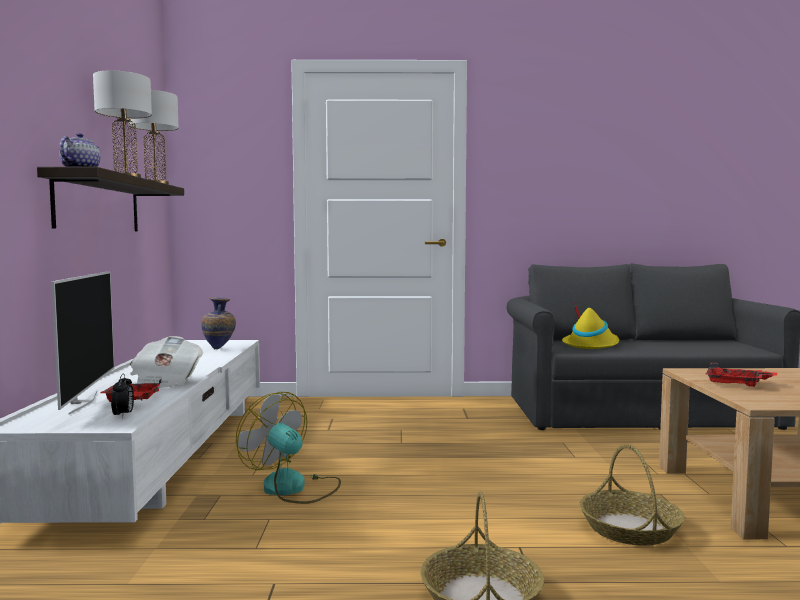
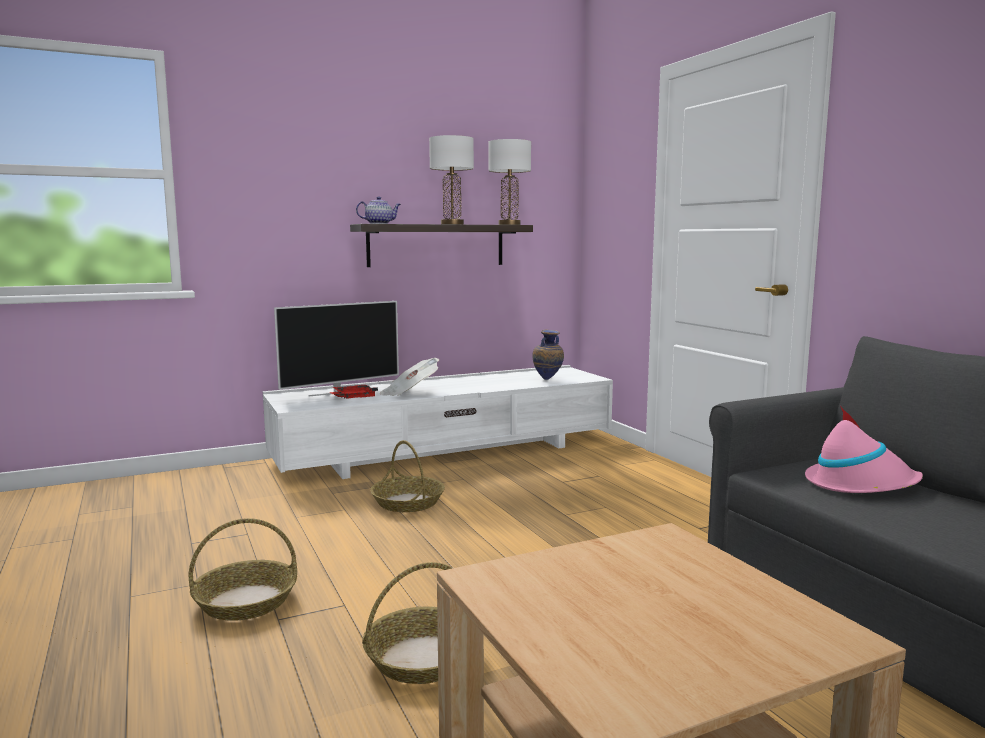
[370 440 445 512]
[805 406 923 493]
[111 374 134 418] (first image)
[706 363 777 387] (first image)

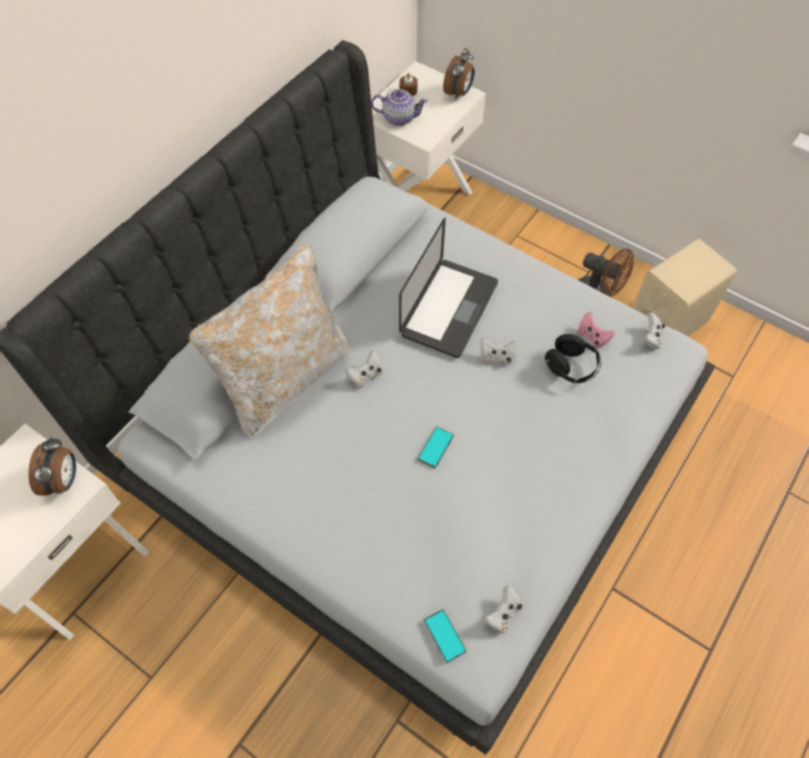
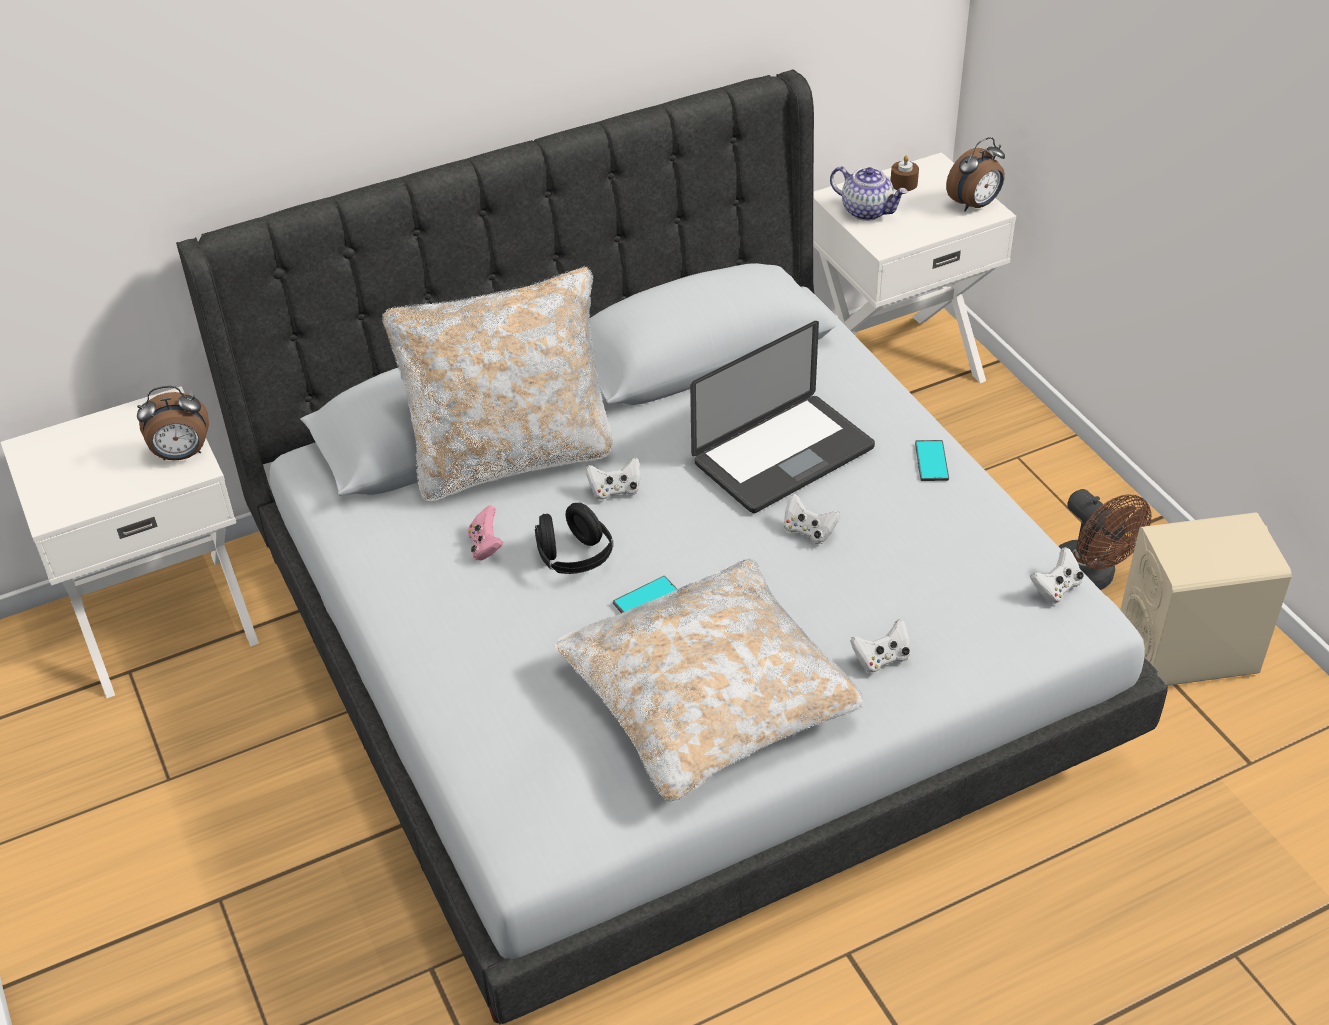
[137 386 209 460]
[468 505 503 560]
[535 503 614 574]
[555 559 864 802]
[850 619 910 673]
[915 440 949 481]

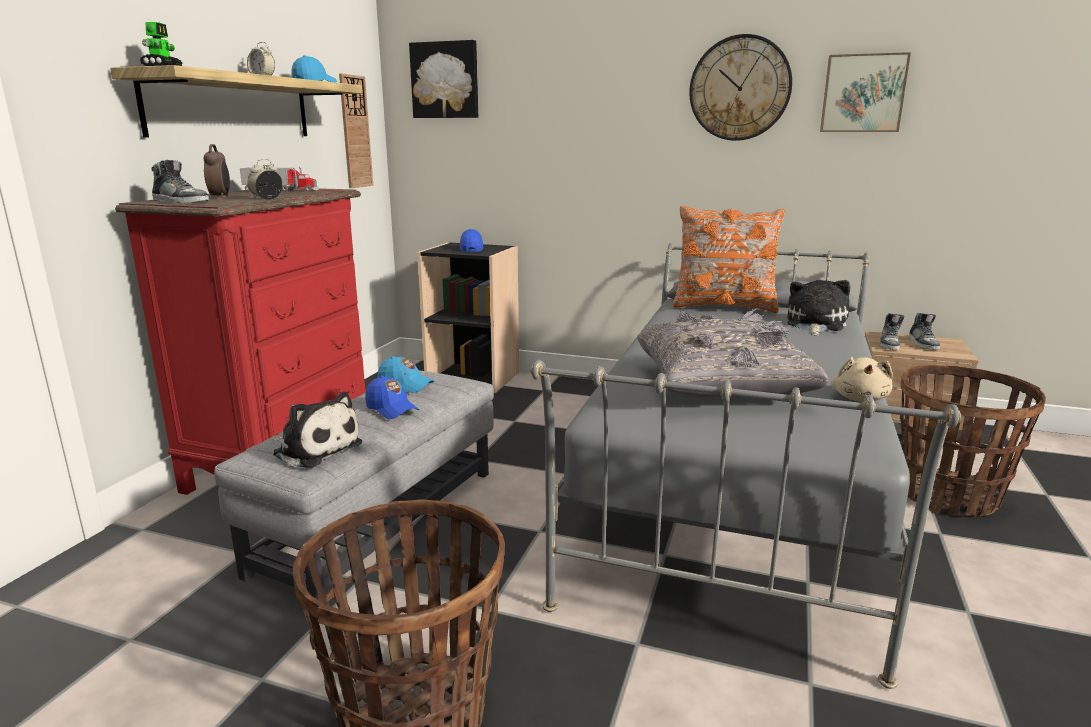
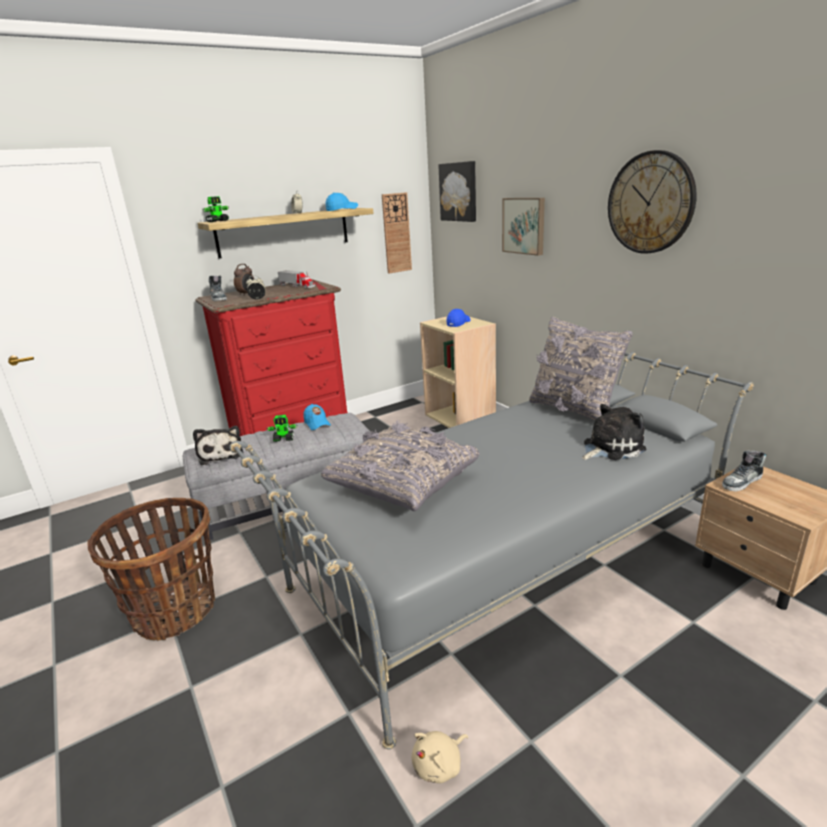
[266 415 298 442]
[412 731 468 783]
[420 317 496 428]
[502 198 545 256]
[529 317 633 421]
[900 364 1046 517] (first image)
[909 313 940 350] (first image)

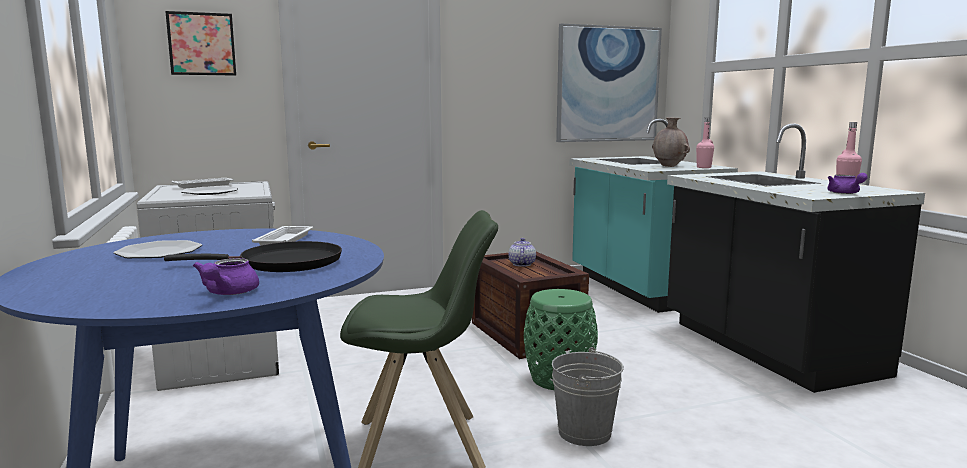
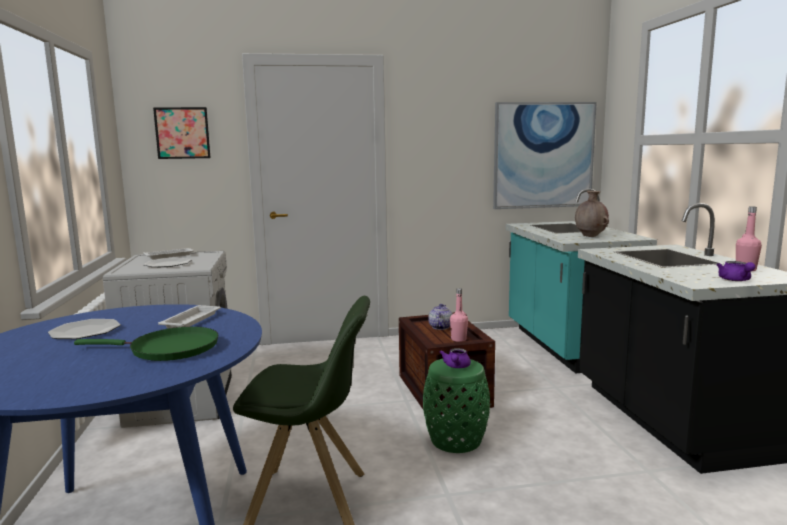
[74 327 218 361]
[440 348 471 368]
[450 288 468 342]
[552 347 624 446] (first image)

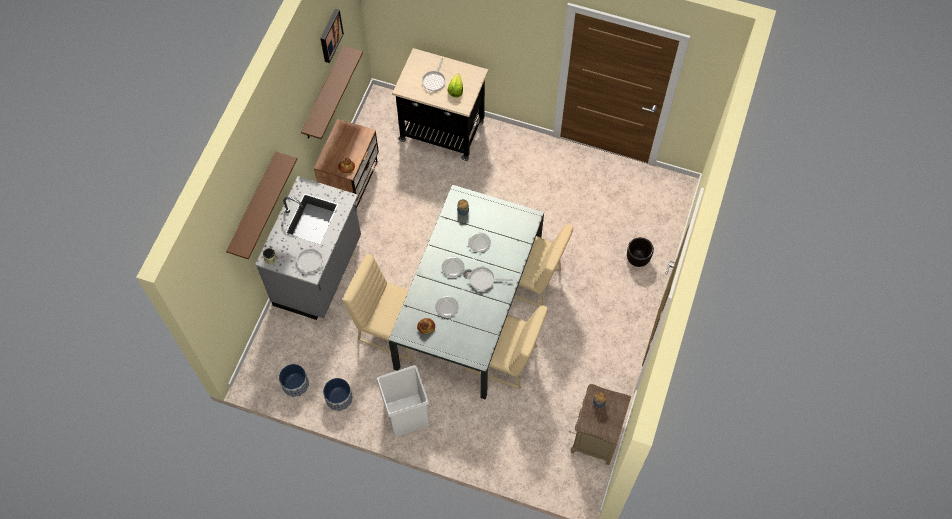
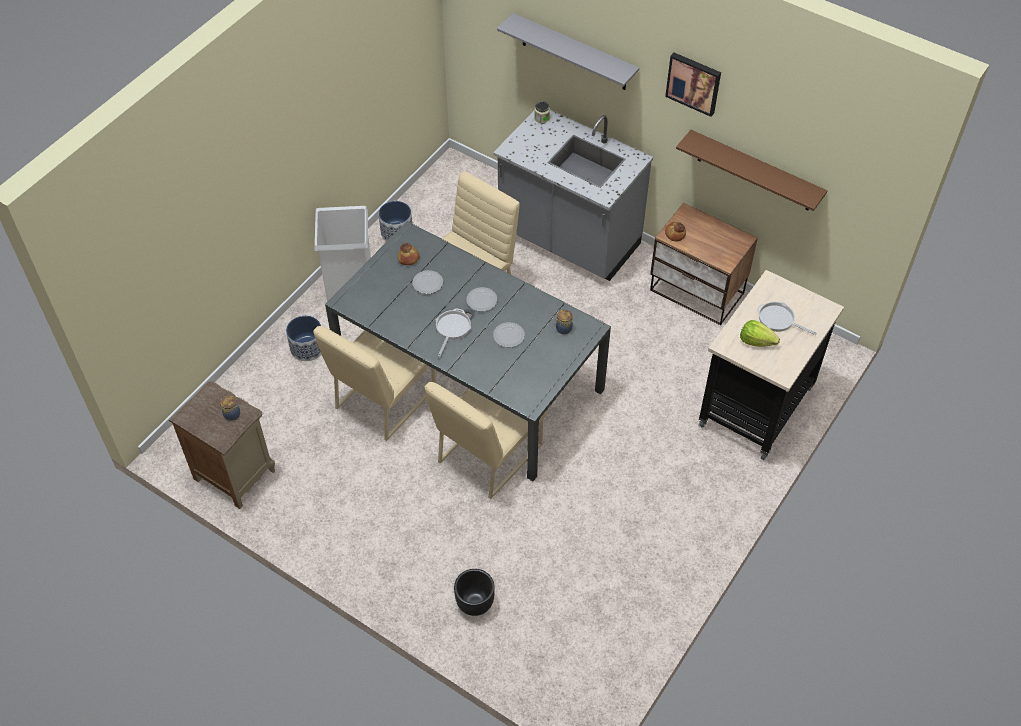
[286 315 322 361]
[497 13 639 90]
[665 53 721 117]
[280 248 325 273] (first image)

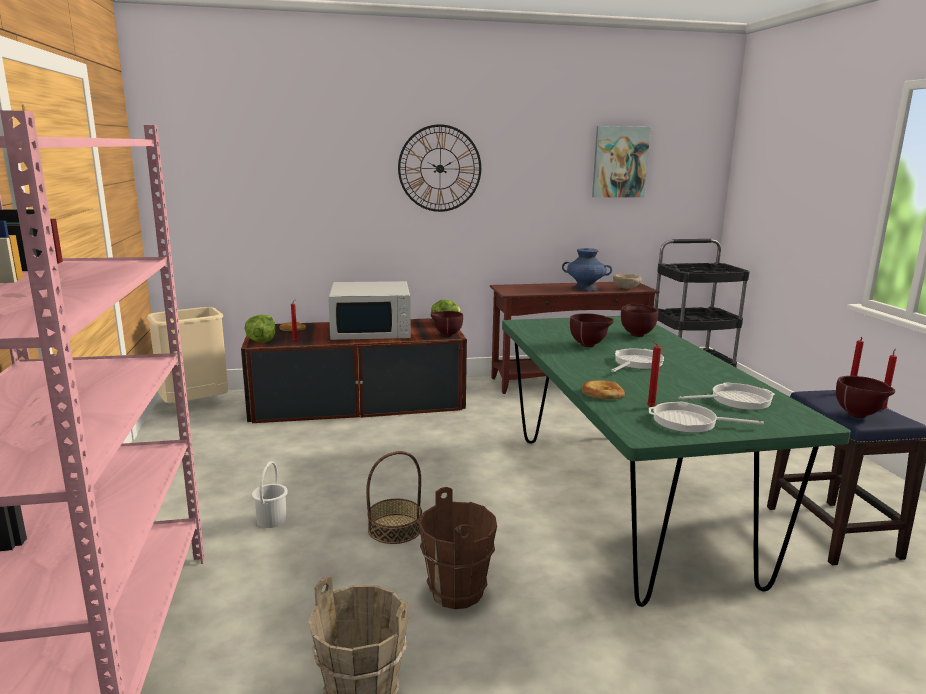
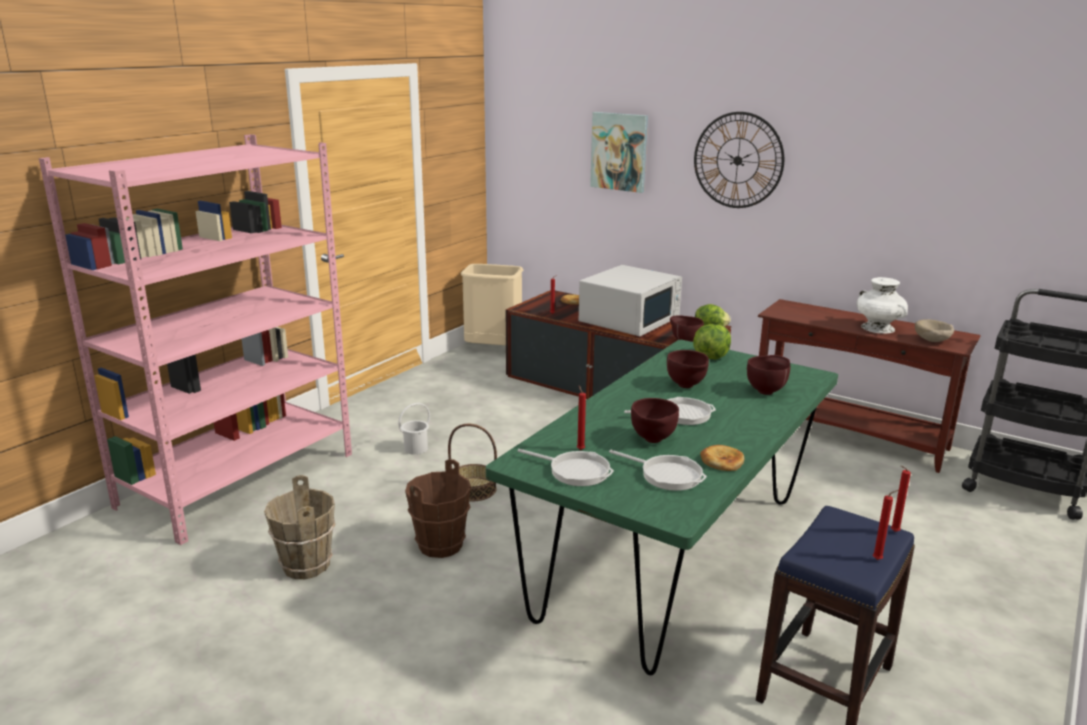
[518 449 614 486]
[579 265 682 337]
[590 112 648 193]
[631 398 679 443]
[693 324 731 359]
[700 445 744 471]
[857 277 908 334]

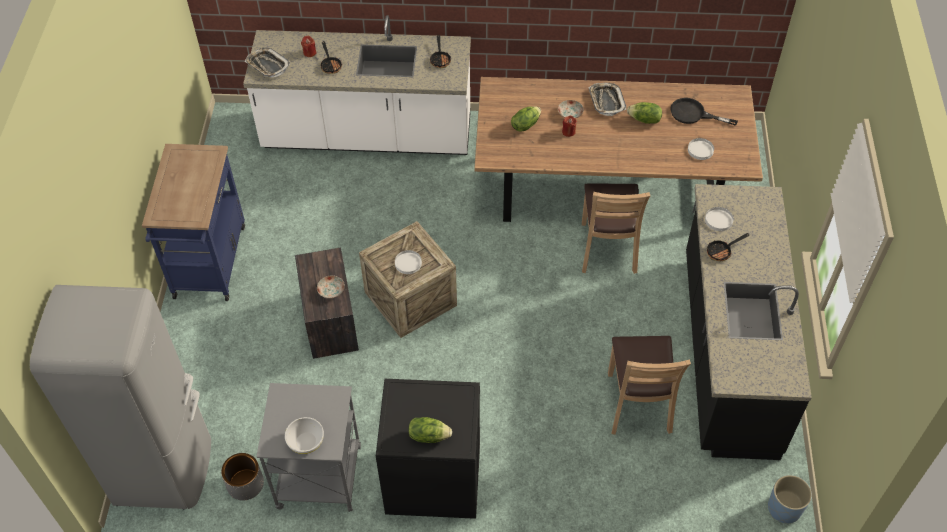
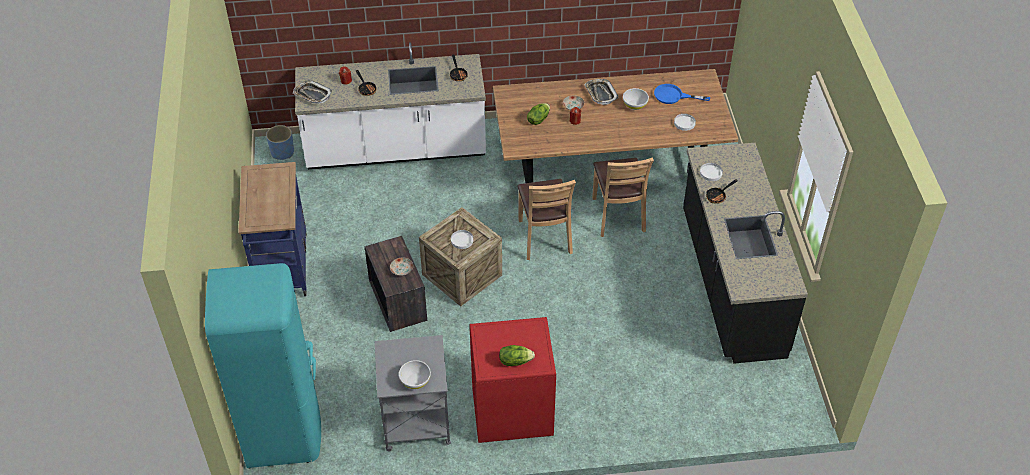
[205 263 321 469]
[266 125 294 160]
[469 317 556 443]
[517 179 576 260]
[623 88 649 110]
[654 84 710 104]
[221 453 264 501] (first image)

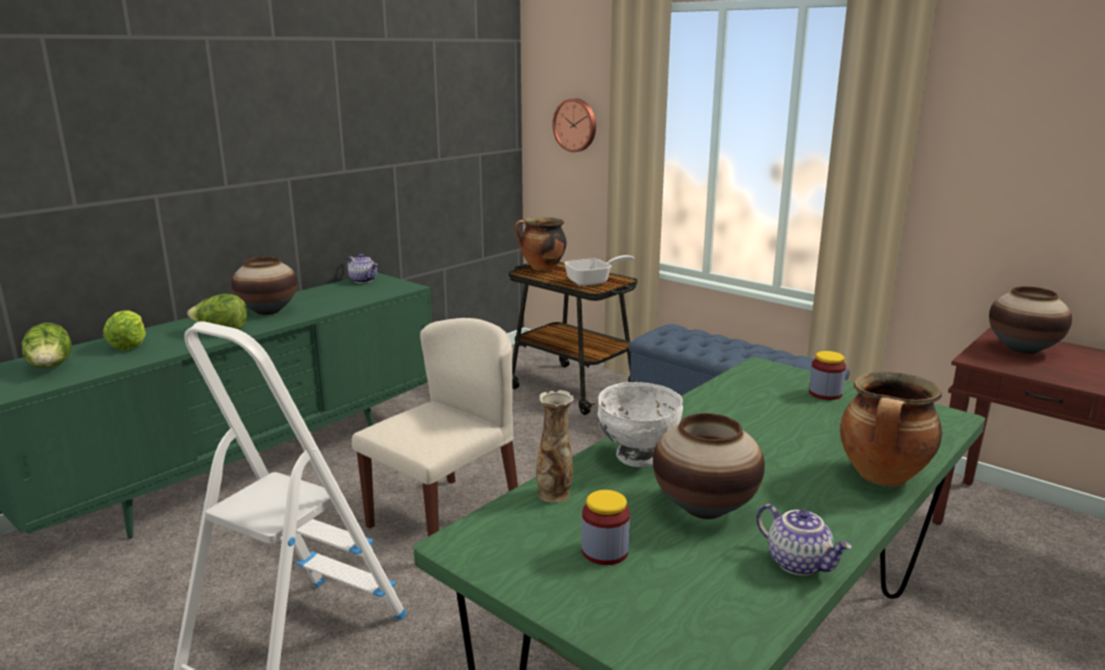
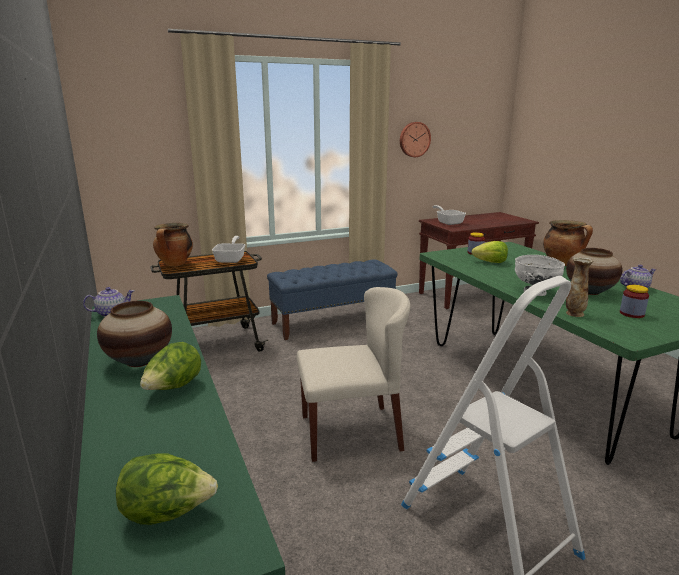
[296 287 410 462]
[400 122 431 157]
[433 205 466 225]
[471 241 508 263]

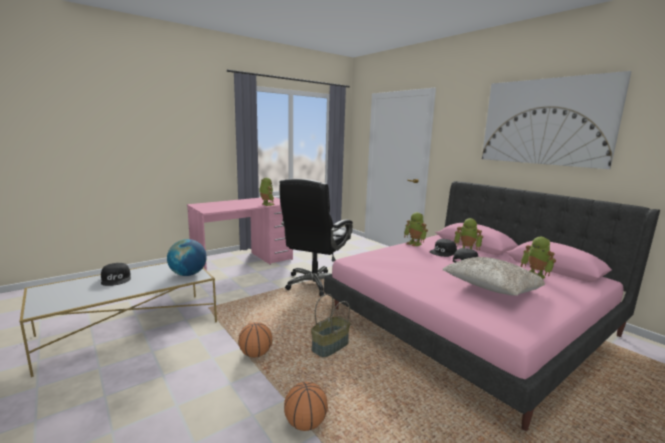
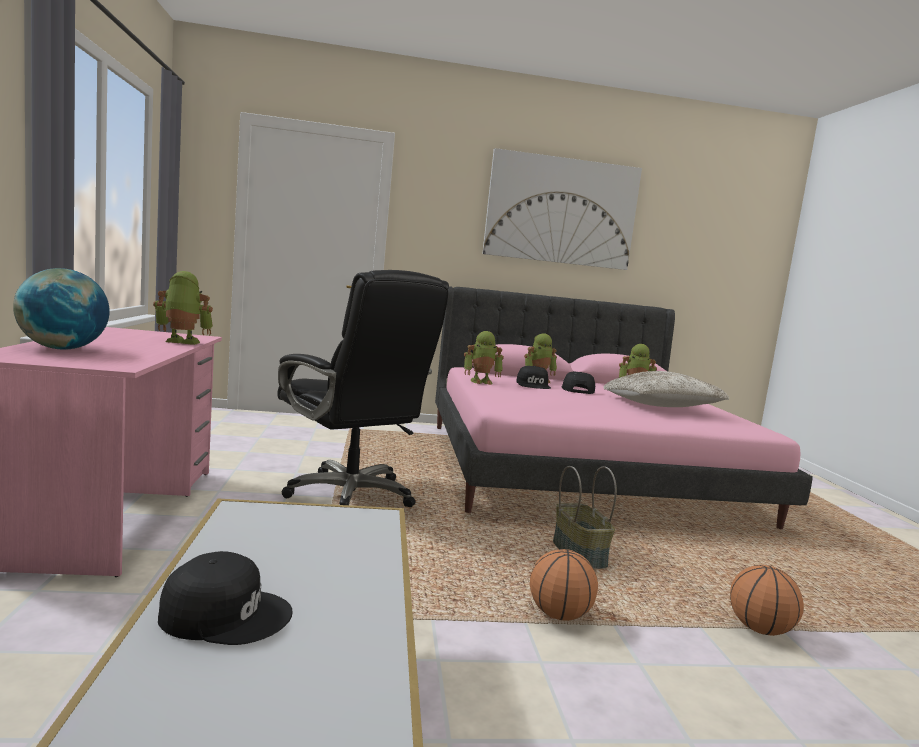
[13 268 110 350]

